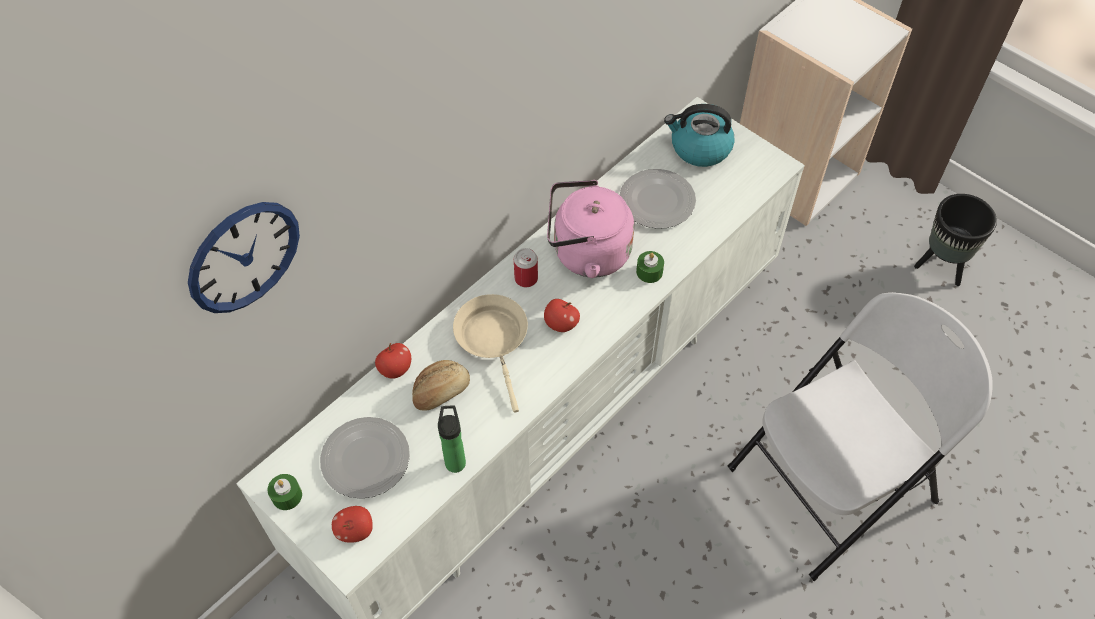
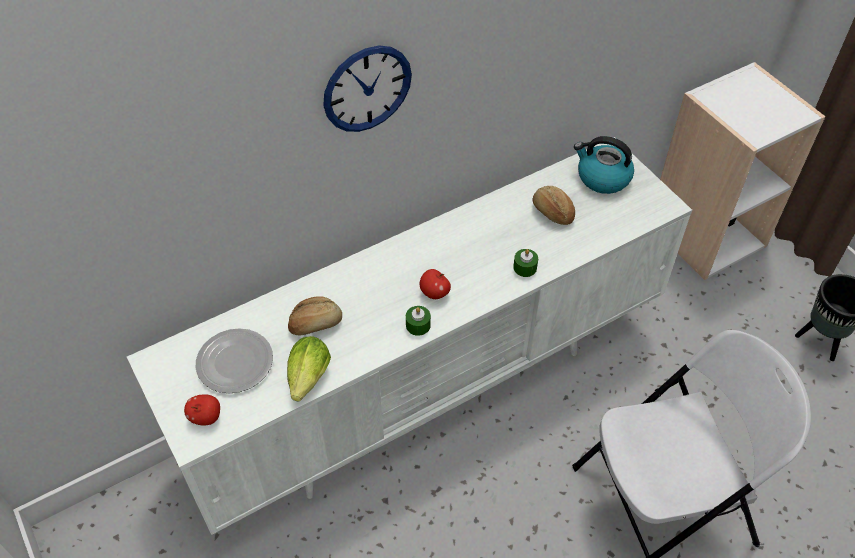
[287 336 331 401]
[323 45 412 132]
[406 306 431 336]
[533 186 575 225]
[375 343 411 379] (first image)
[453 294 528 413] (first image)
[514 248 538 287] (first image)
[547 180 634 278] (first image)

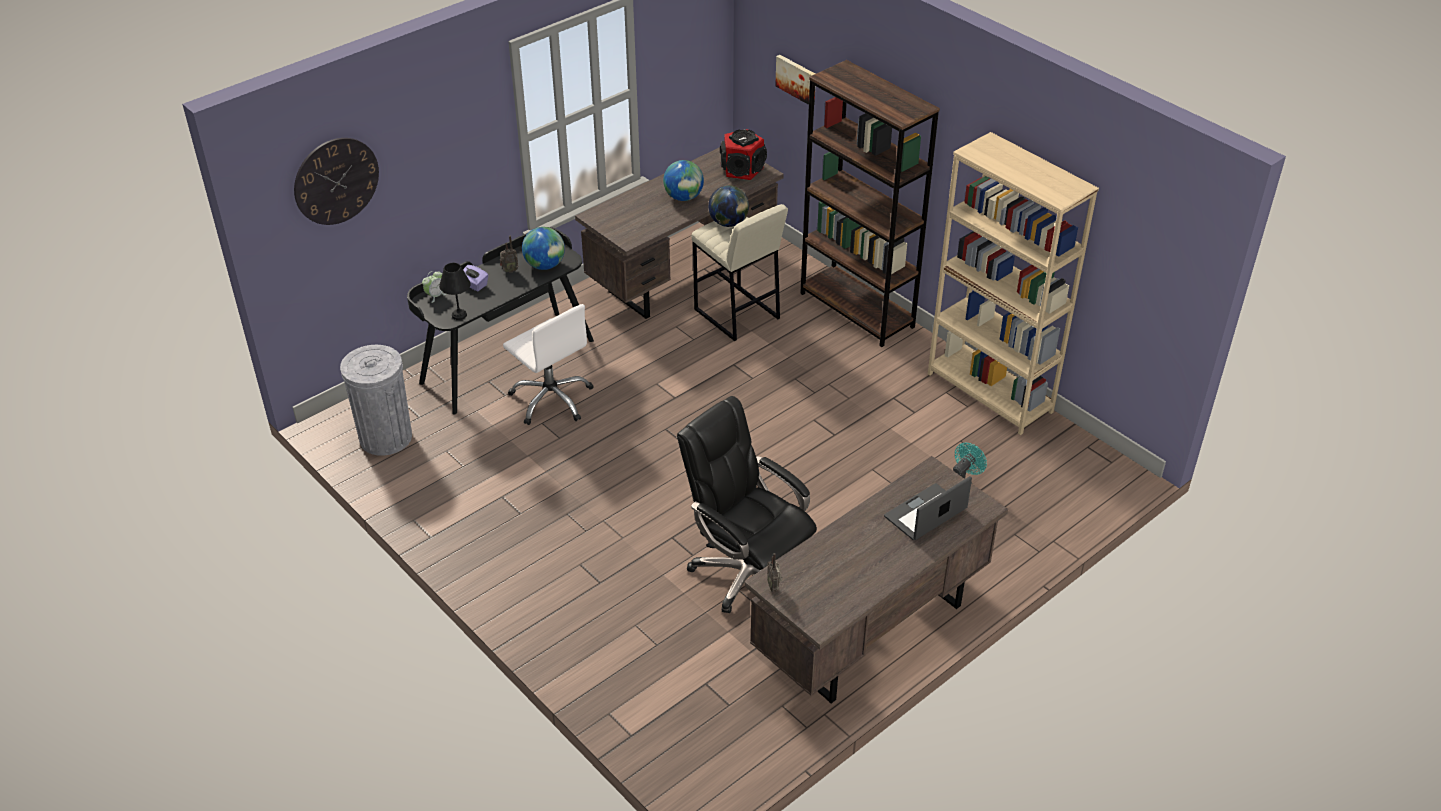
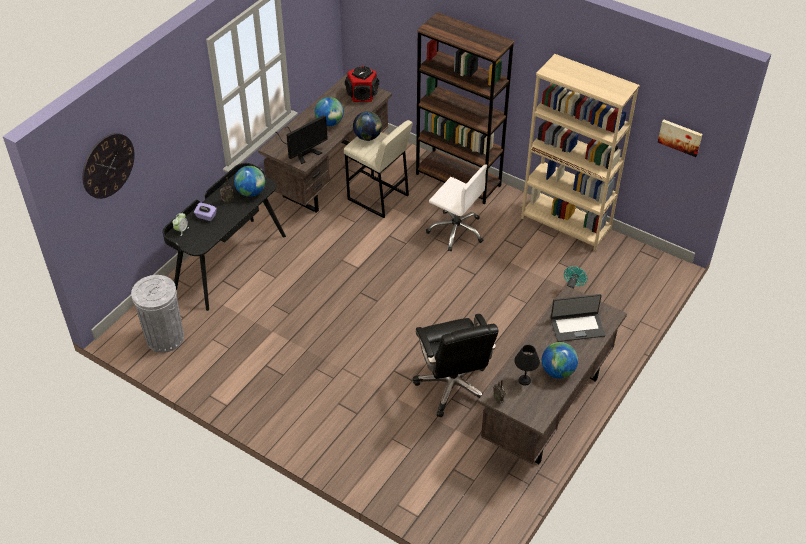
[276 115 328 164]
[413 314 498 417]
[426 165 487 252]
[515 345 540 386]
[542 342 578 379]
[551 294 605 342]
[658 120 702 157]

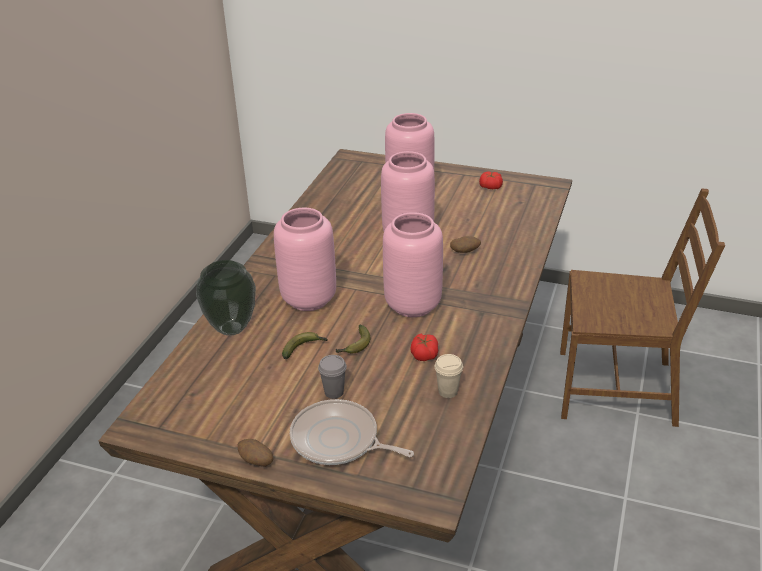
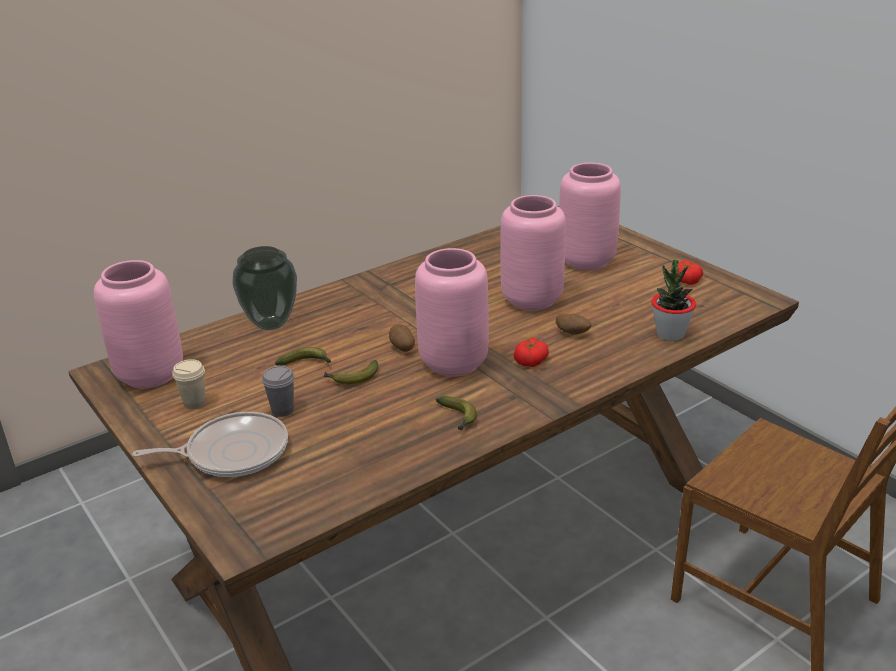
[94 260 183 389]
[132 412 288 477]
[172 359 206 409]
[389 324 415 352]
[436 396 477 431]
[514 338 549 367]
[651 260 696 341]

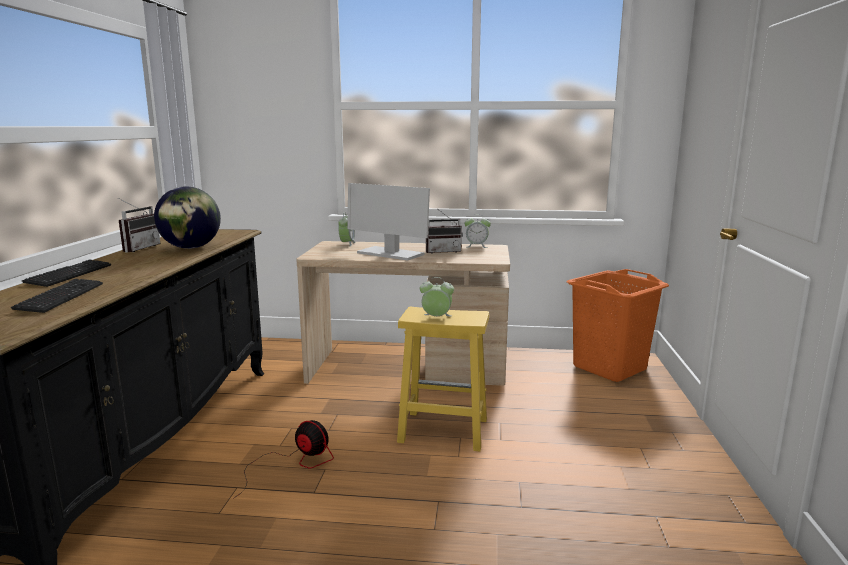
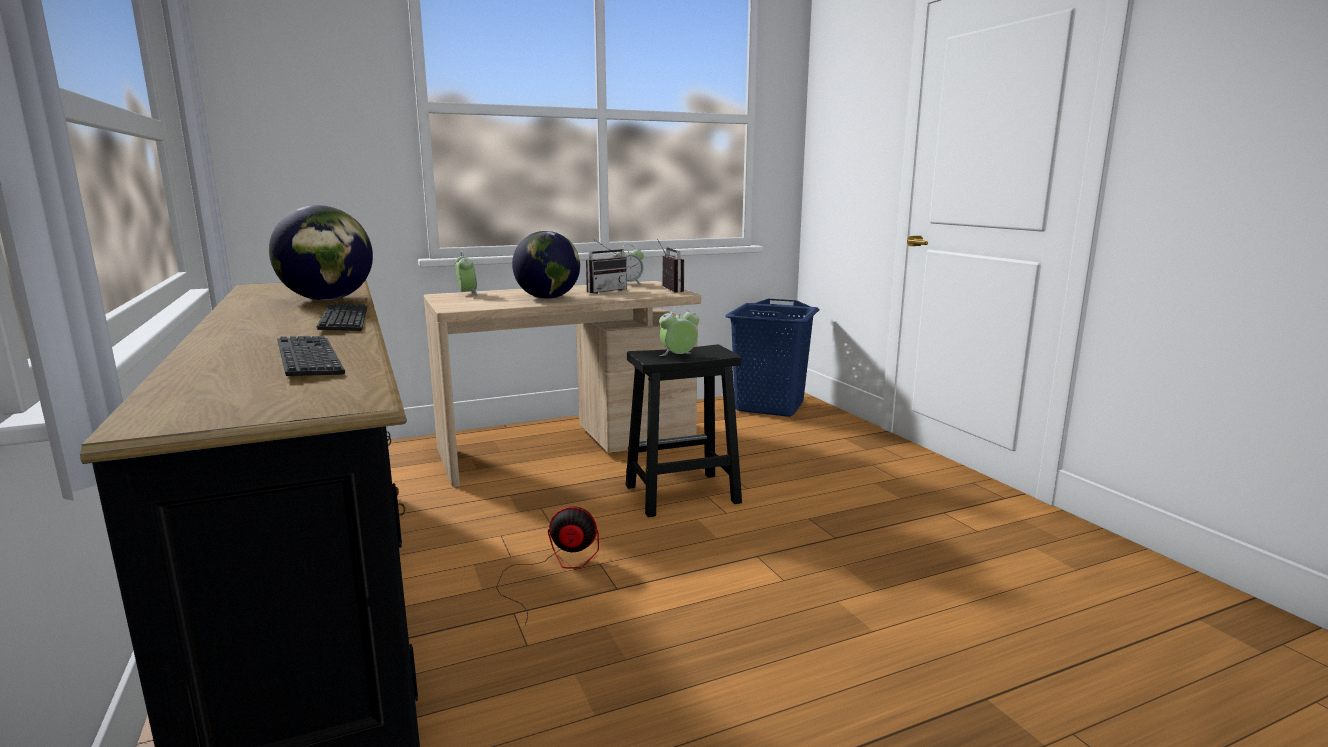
[317 303 367 331]
[512 231 580 299]
[626 345 742 517]
[657 239 684 293]
[725 299 819 417]

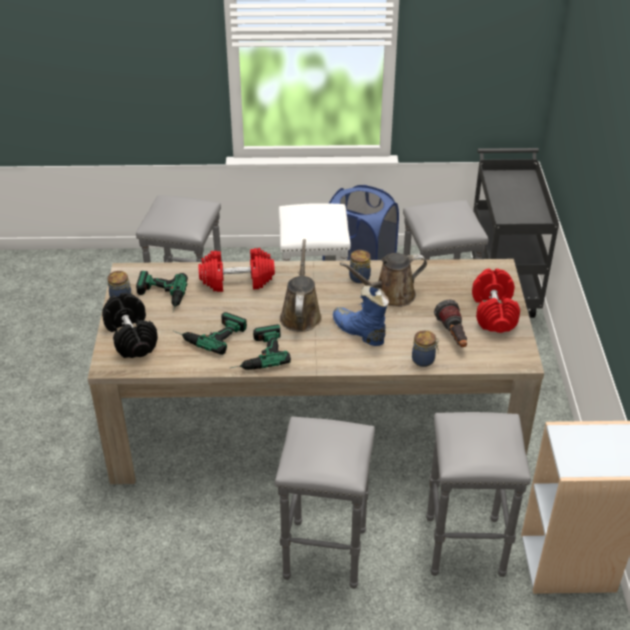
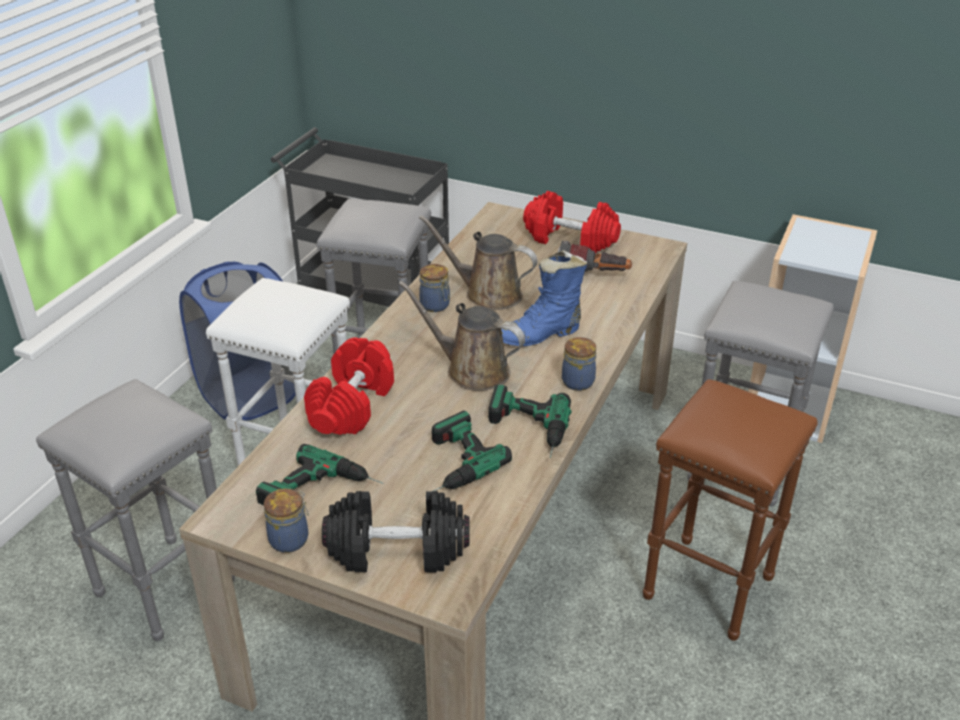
[419 215 538 310]
[562 337 596 391]
[643 379 818 641]

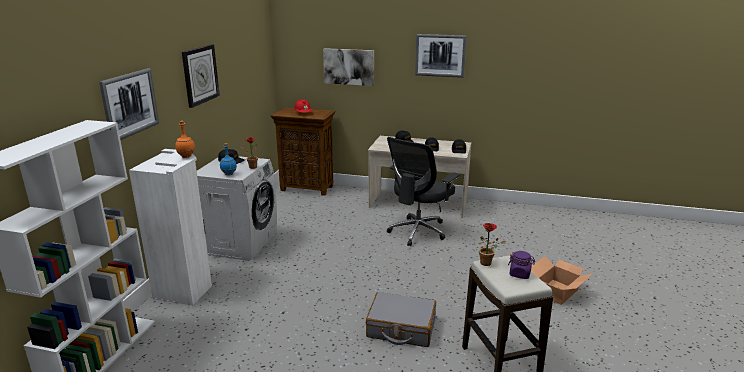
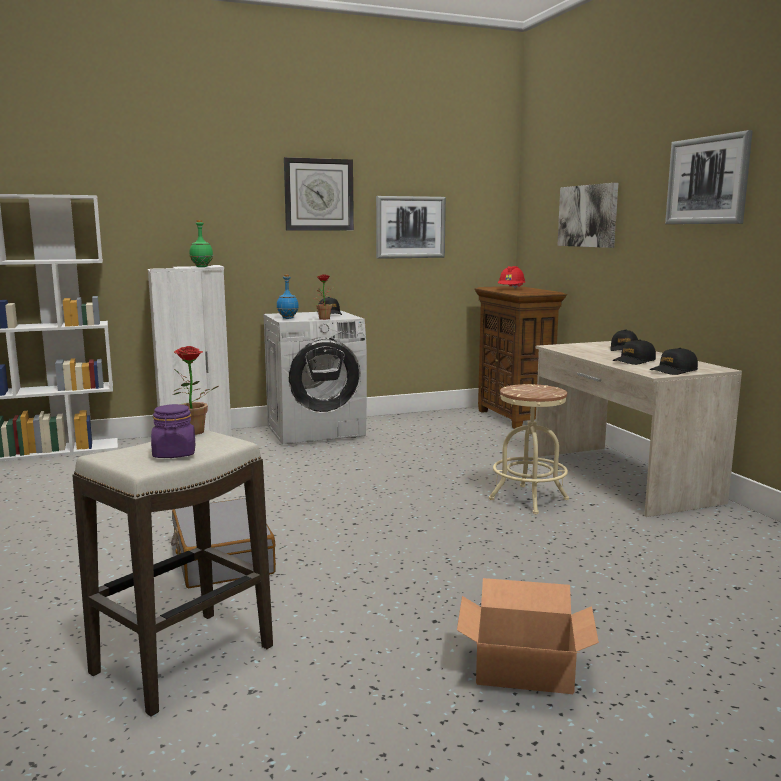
[189 220 213 267]
[376 196 446 259]
[489 384 569 514]

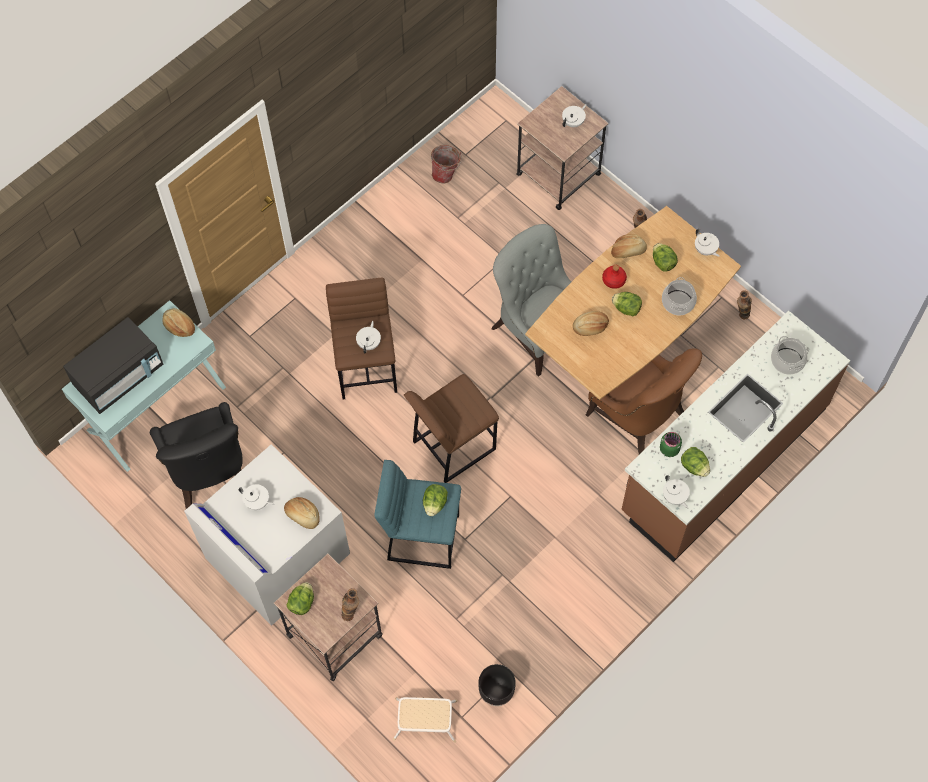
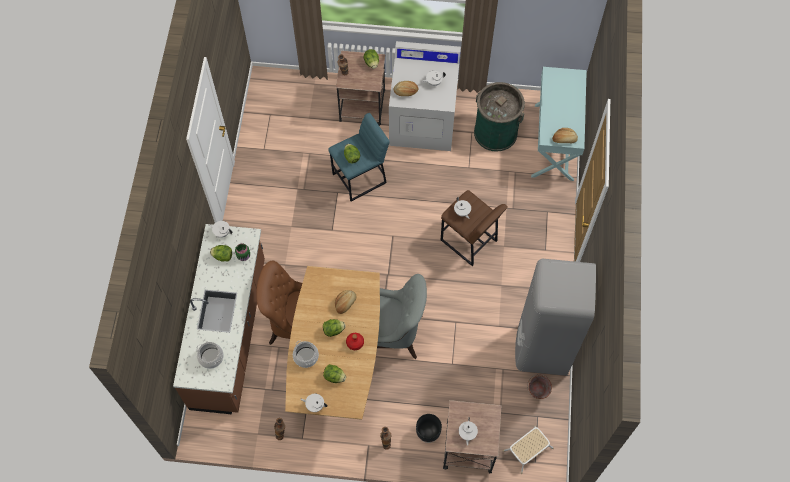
[416 414 442 443]
[474 82 525 152]
[502 425 554 474]
[515 259 596 376]
[63 317 163 414] (first image)
[404 374 499 483] (first image)
[611 234 647 258] (first image)

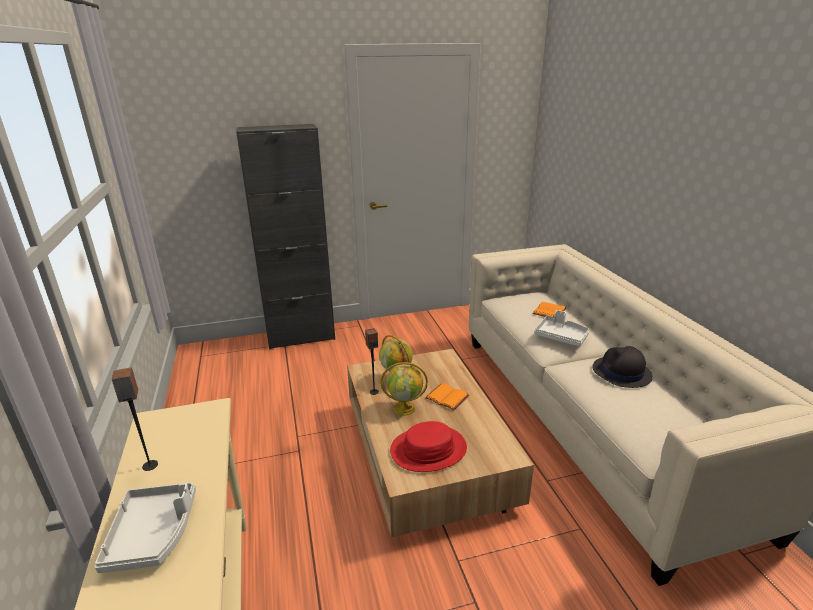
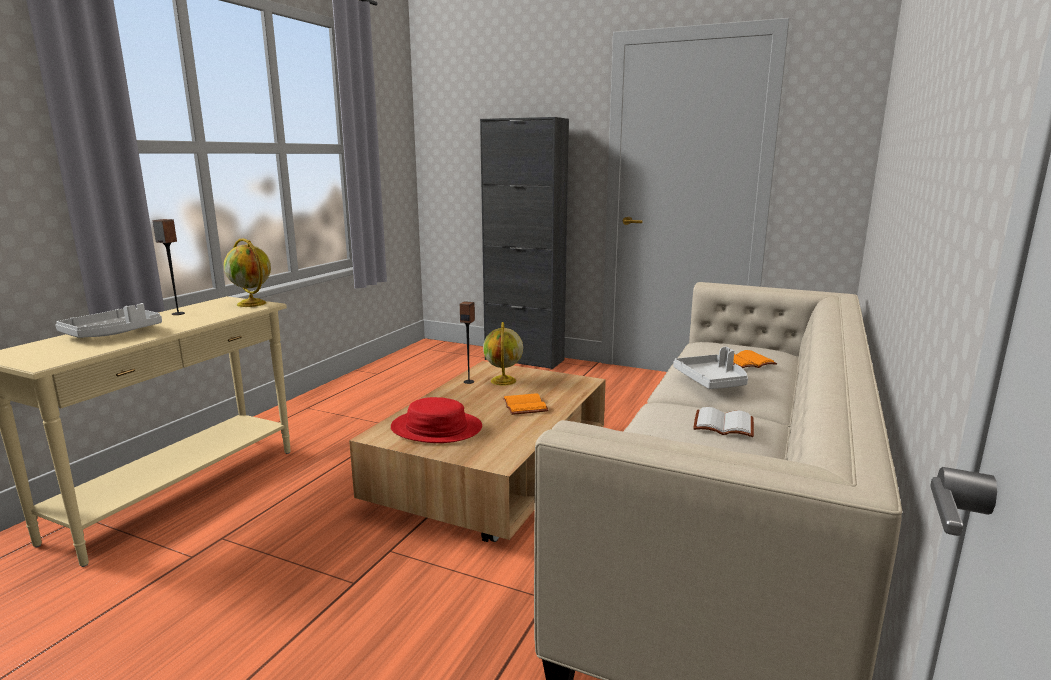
[224 238 271 307]
[693 407 754 437]

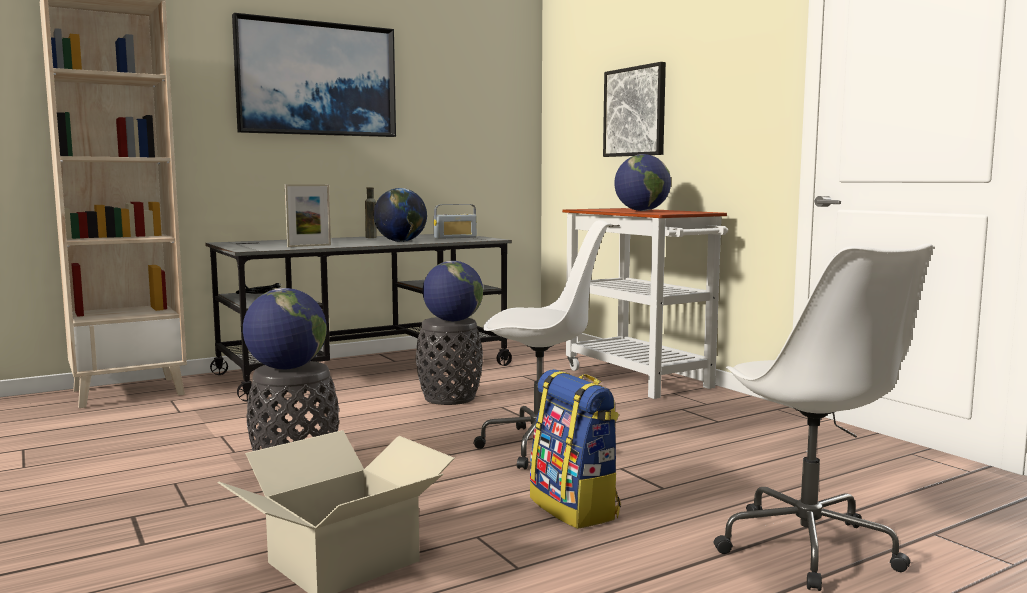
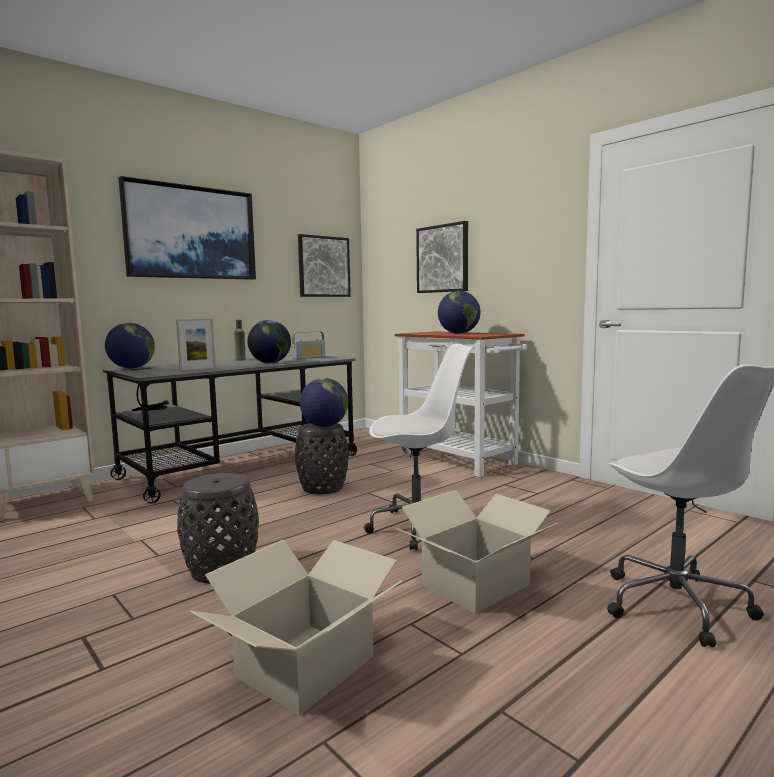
[105 323 155 369]
[298 234 351 297]
[396 490 558 614]

